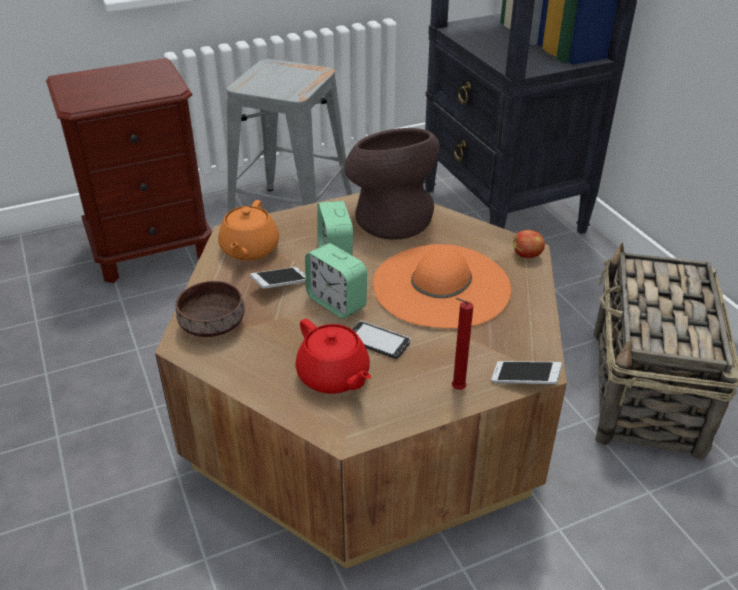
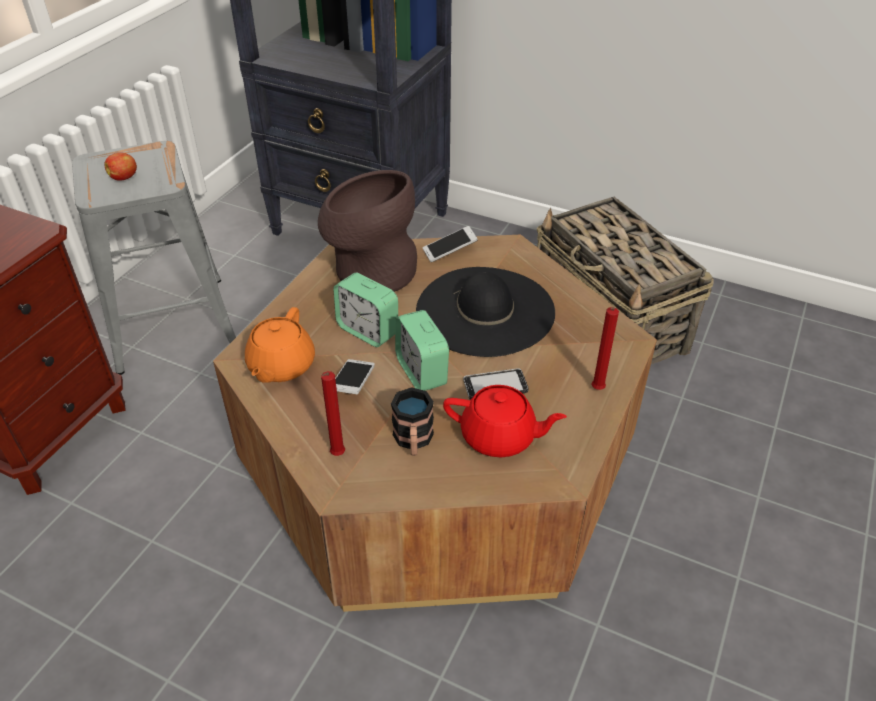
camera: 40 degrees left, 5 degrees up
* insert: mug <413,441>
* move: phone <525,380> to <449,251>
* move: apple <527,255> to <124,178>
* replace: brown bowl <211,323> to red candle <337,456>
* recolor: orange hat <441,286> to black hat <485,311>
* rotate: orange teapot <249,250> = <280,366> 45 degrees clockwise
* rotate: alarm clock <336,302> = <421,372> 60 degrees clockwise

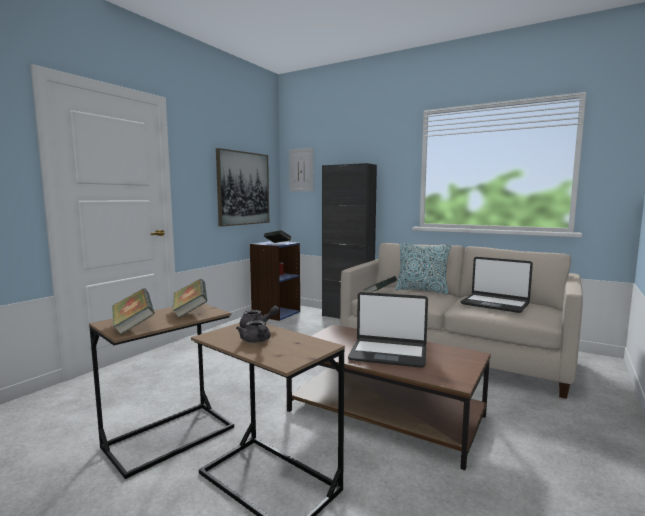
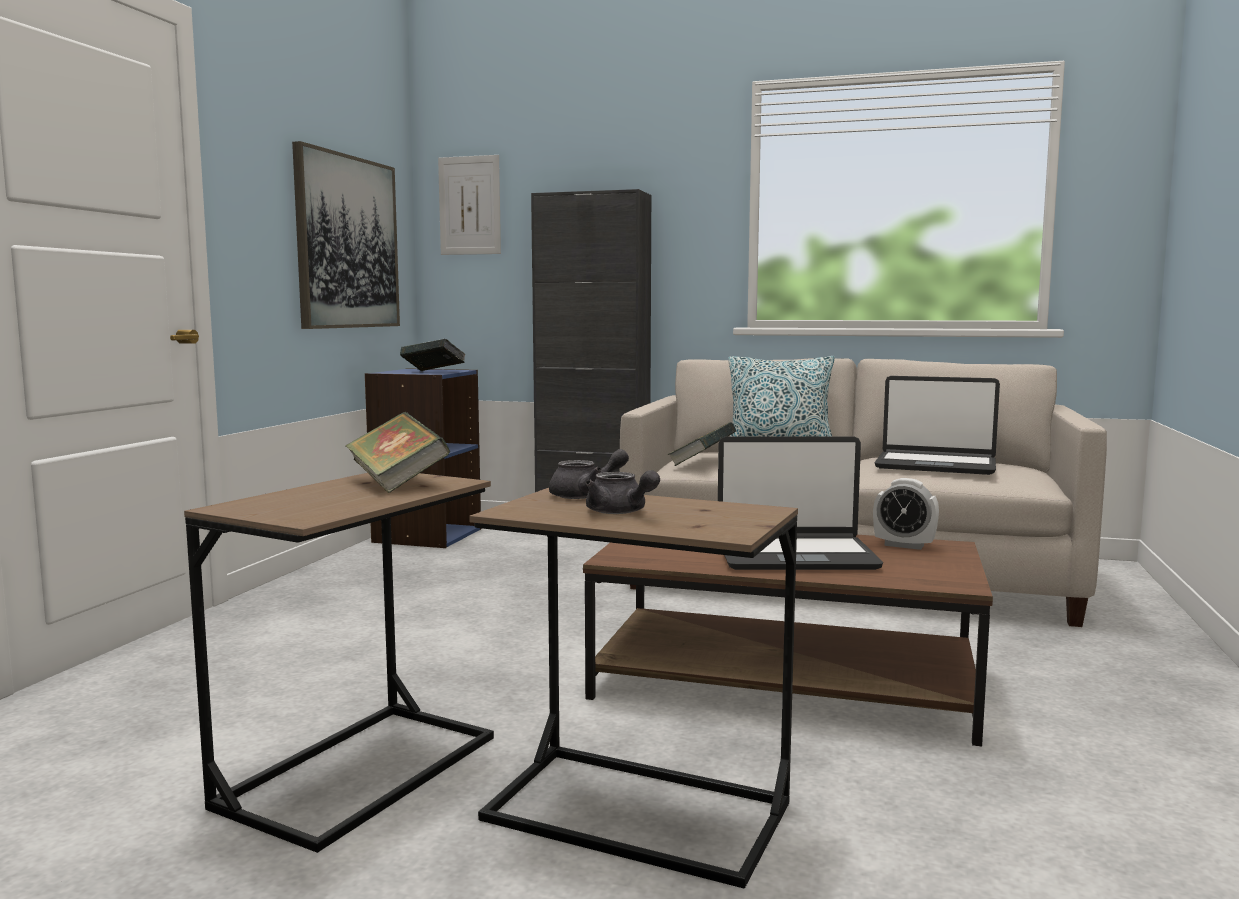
camera: 15 degrees left, 0 degrees up
* delete: book <133,326>
* insert: alarm clock <904,545>

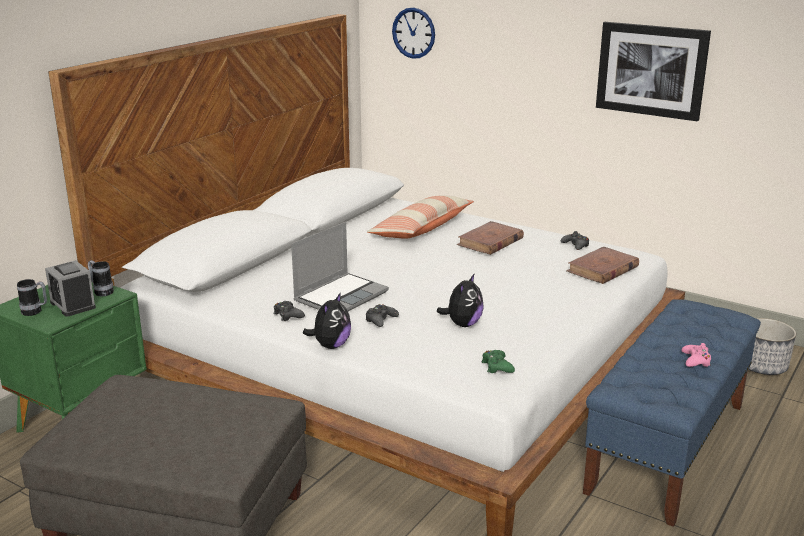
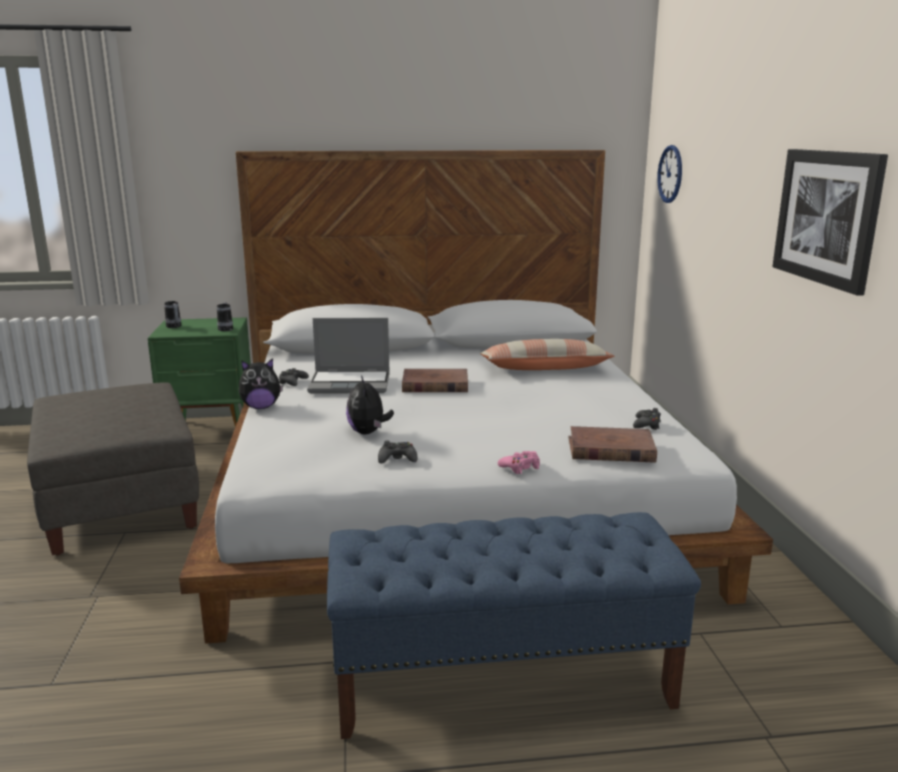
camera: 50 degrees right, 5 degrees down
* delete: alarm clock <73,305>
* delete: green game controller <497,366>
* delete: planter <763,366>
* move: black game controller <380,320> to <397,459>
* move: brown book <490,242> to <434,385>
* move: pink game controller <696,360> to <520,467>
* rotate: plush toy <463,324> = <368,432> 90 degrees clockwise

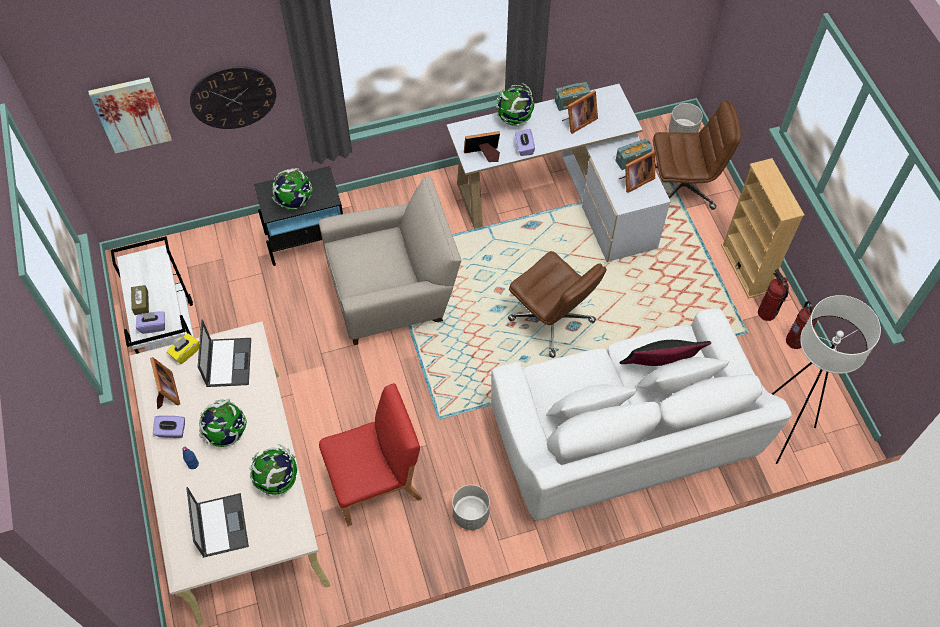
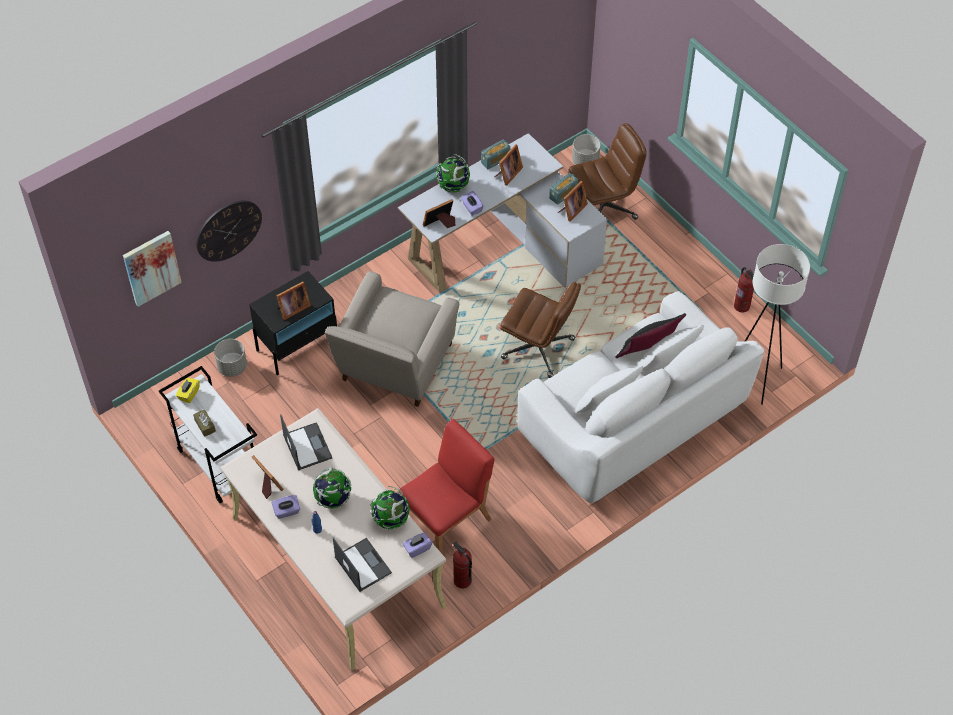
camera: 20 degrees left, 5 degrees down
* delete: beige bookcase <744,268>
* move: purple tissue box <153,326> to <417,548>
* move: yellow tissue box <185,352> to <188,394>
* move: grey planter <470,514> to <232,367>
* move: fire extinguisher <766,313> to <462,580>
* replace: globe <294,202> to picture frame <292,308>
* rotate: beige armchair <394,293> = <394,366> 150 degrees clockwise

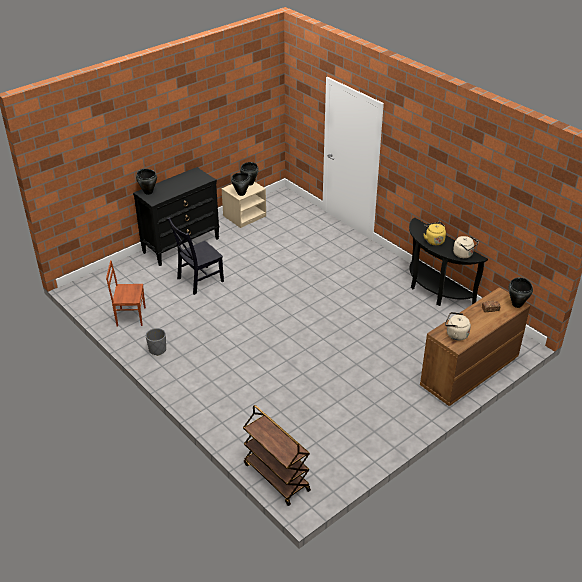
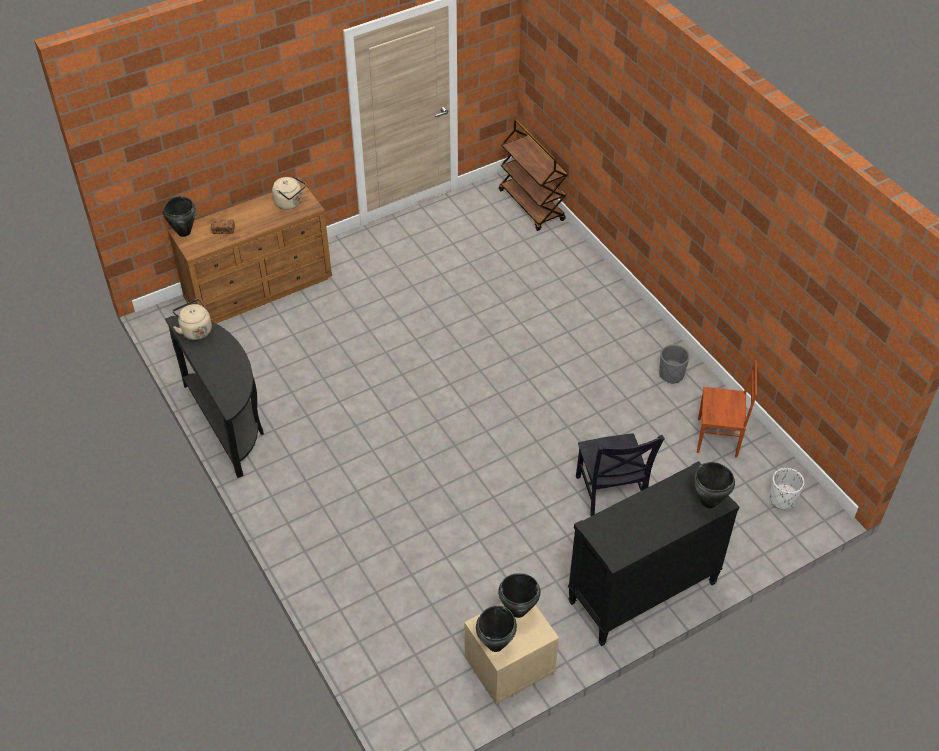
camera: 170 degrees left, 10 degrees up
* delete: yellow kettle <434,240>
* insert: white planter <782,499>
* rotate: black chair <198,280> = <610,498> 105 degrees clockwise

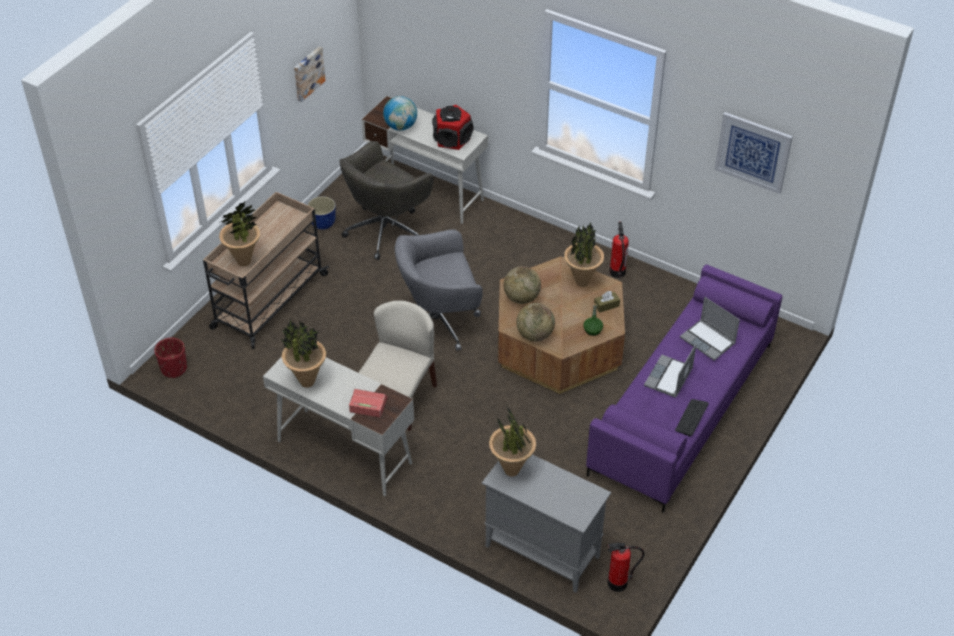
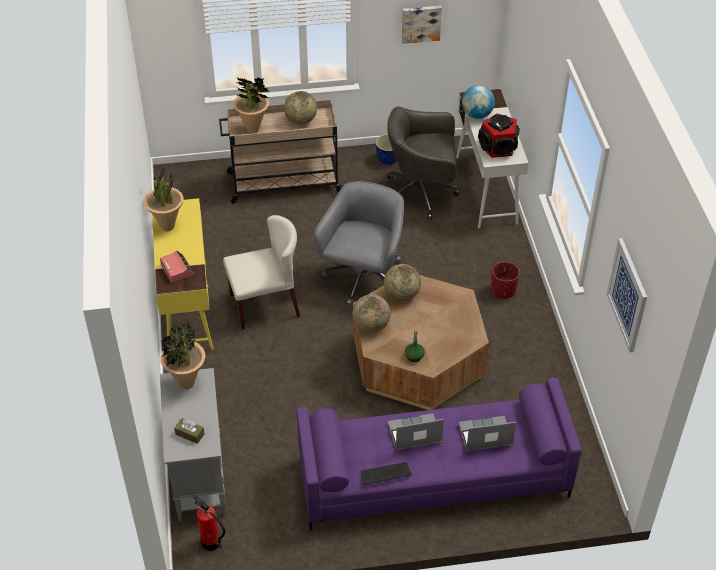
camera: 50 degrees right, 0 degrees up
* delete: potted plant <582,282>
* delete: fire extinguisher <617,272>
* insert: globe <301,120>
* move: red planter <174,369> to <503,291>
* move: brown tissue box <606,305> to <190,434>
* recolor: white desk <343,451> to yellow desk <187,307>
* rotate: grey office chair <439,322> = <363,279> 75 degrees clockwise
* rotate: laptop <708,341> = <485,436> 75 degrees clockwise

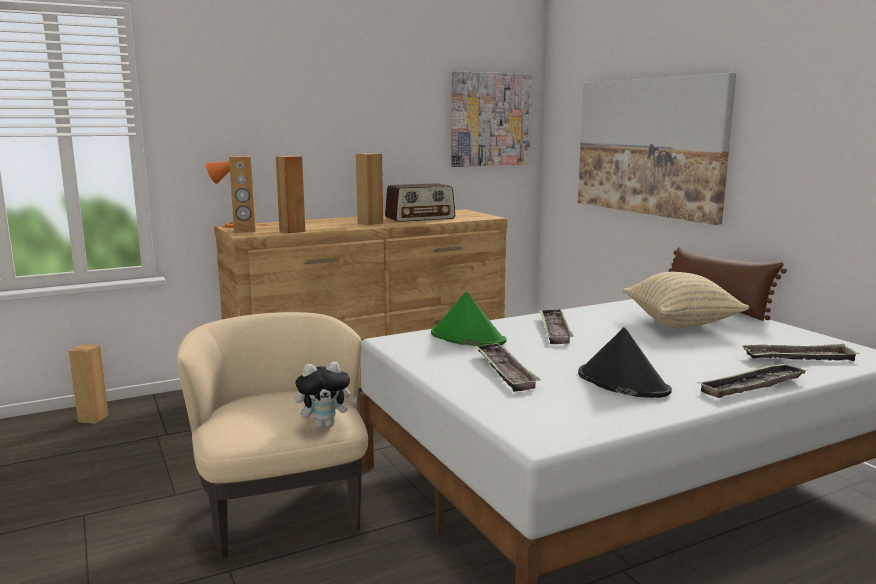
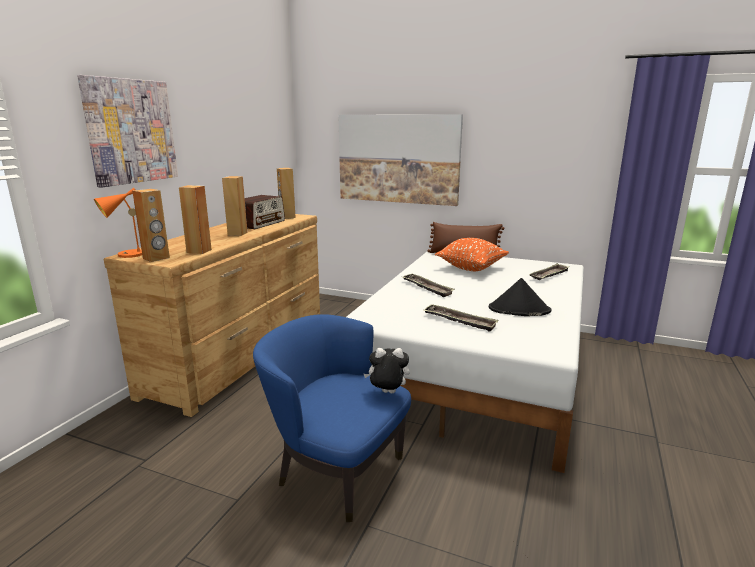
camera: 40 degrees left, 5 degrees up
* delete: green hat <467,337>
* delete: tray <752,386>
* move: brown speaker <93,418> to <287,217>
* move: picture <490,119> to <131,131>
* recolor: beige armchair <282,512> to blue armchair <336,471>
* recolor: beige pillow <680,323> to orange pillow <471,268>
* rotate: plush toy <325,425> = <387,393> 120 degrees counterclockwise

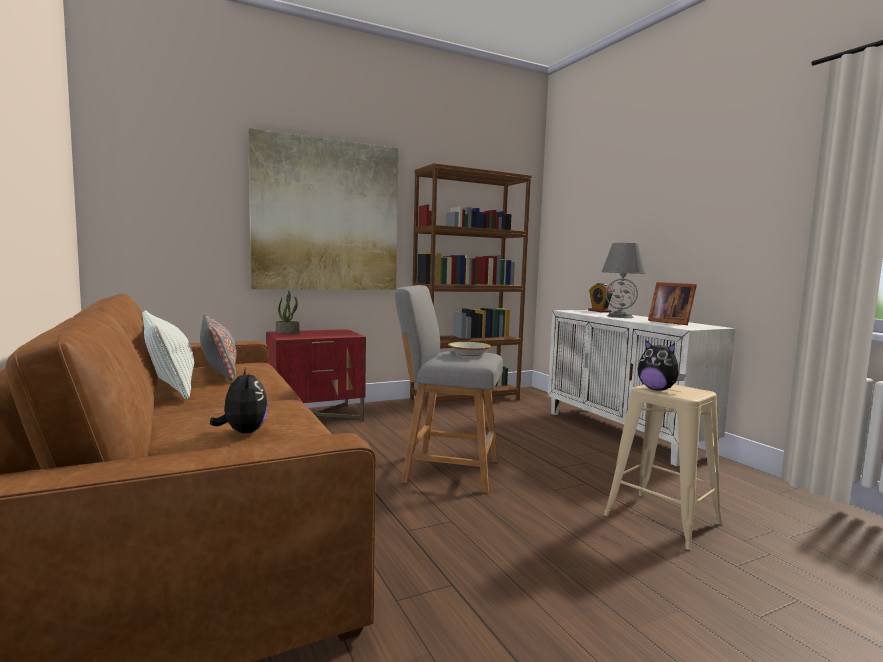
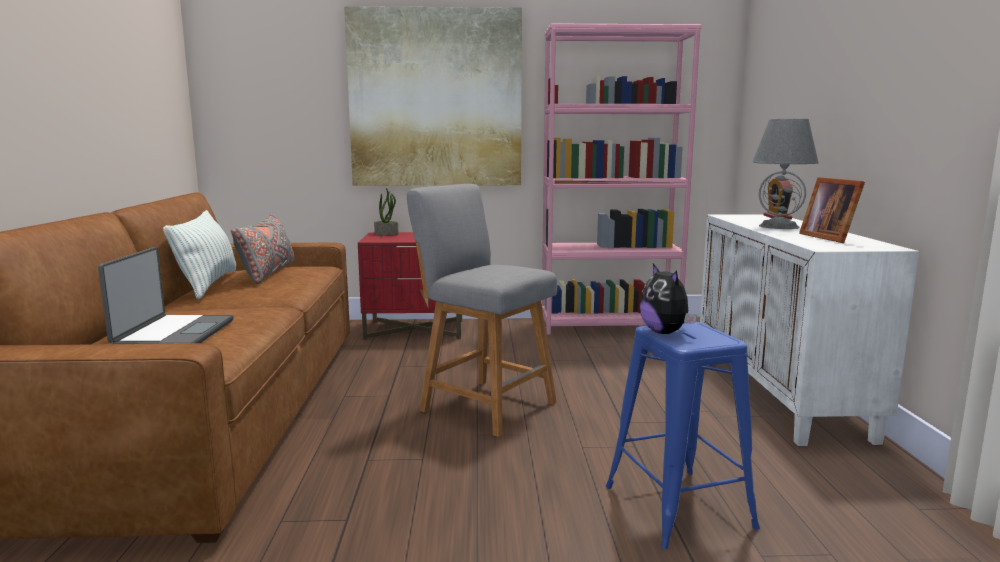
camera: 25 degrees right, 5 degrees up
* delete: bowl <468,354>
* replace: plush toy <243,432> to laptop <173,334>
* recolor: brown bookcase <465,399> to pink bookcase <609,326>
* recolor: beige stool <662,519> to blue stool <678,506>

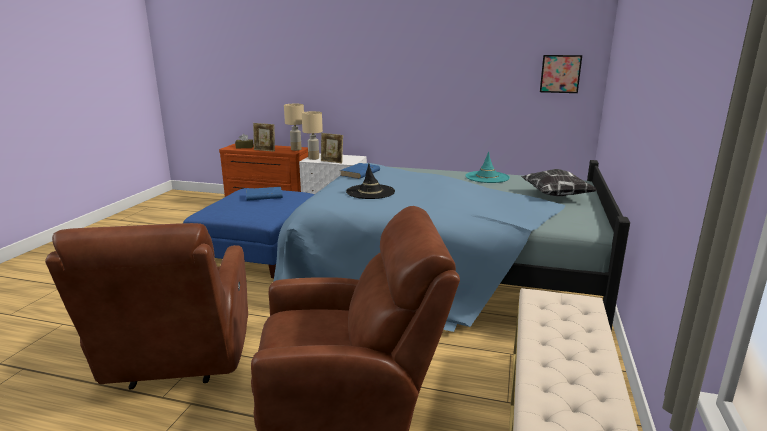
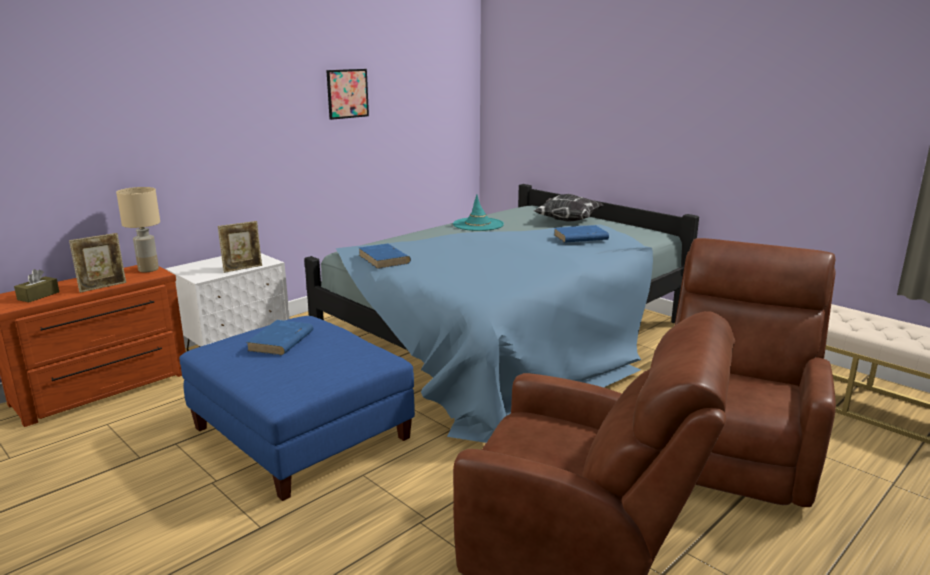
camera: 60 degrees left, 0 degrees up
* delete: beige table lamp <313,158>
* delete: black hat <370,192>
* insert: blue book <580,237>
* move: picture <560,74> to <347,93>

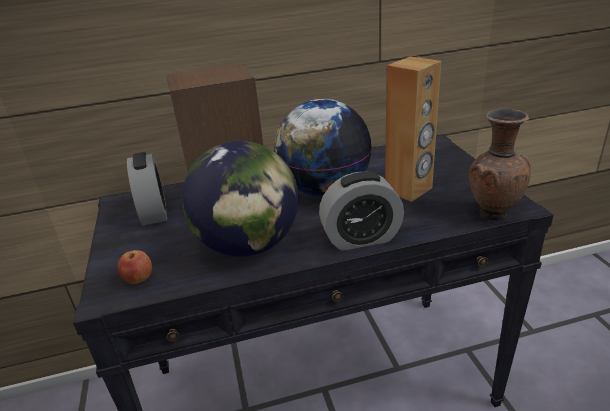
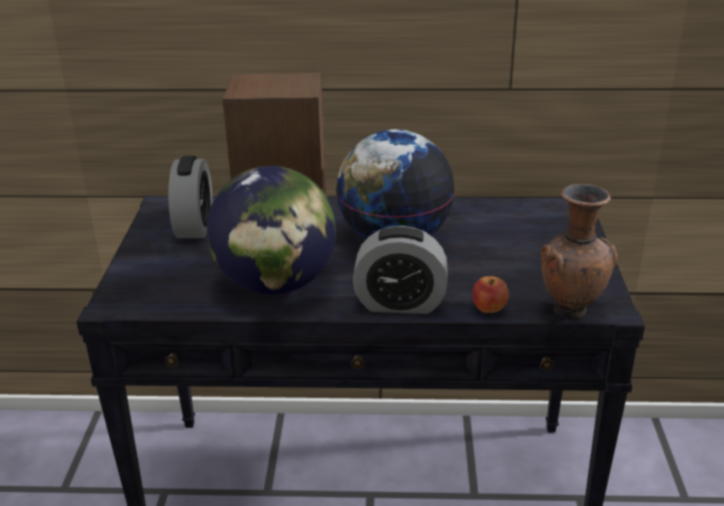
camera: 15 degrees right, 0 degrees up
* delete: brown speaker <409,189>
* move: apple <138,279> to <489,309>

